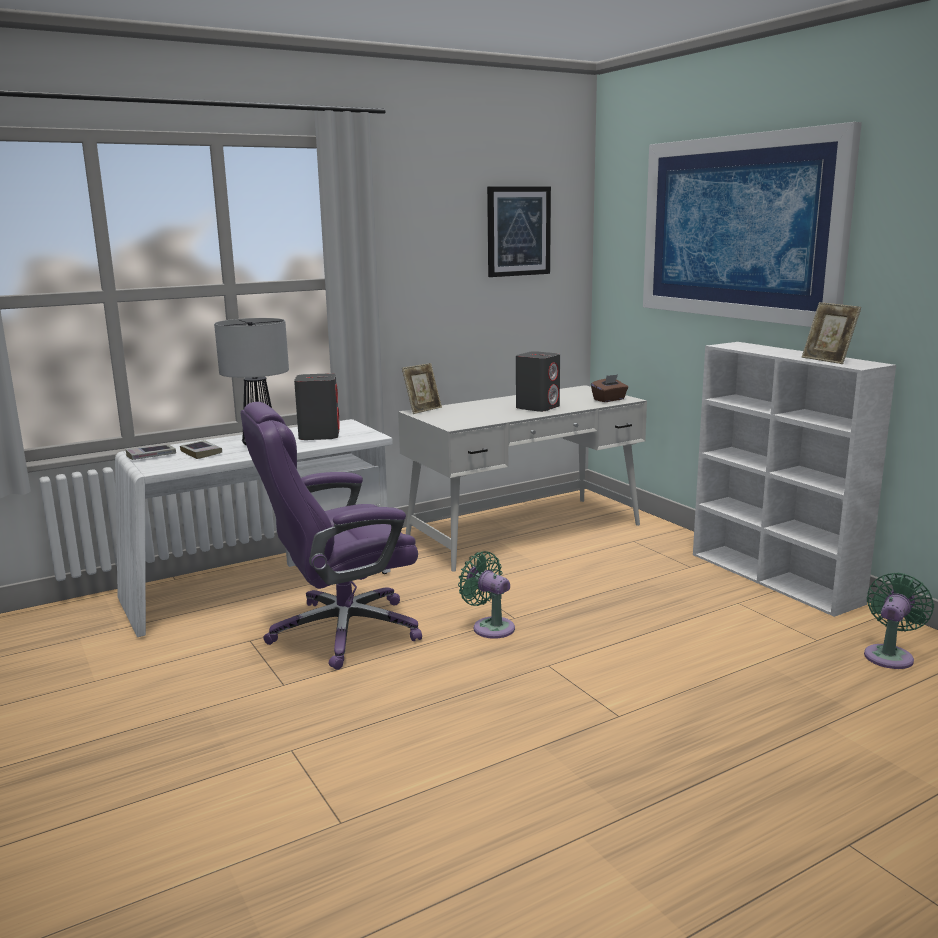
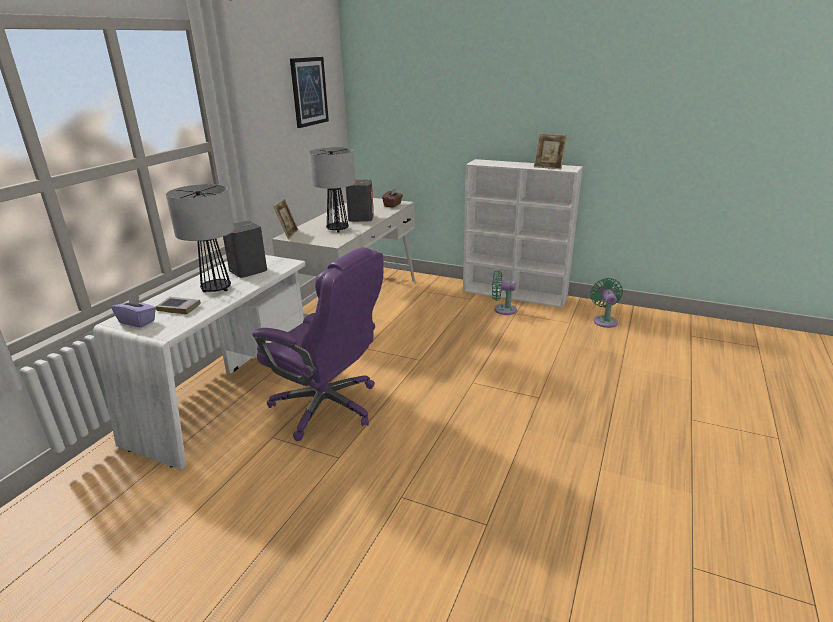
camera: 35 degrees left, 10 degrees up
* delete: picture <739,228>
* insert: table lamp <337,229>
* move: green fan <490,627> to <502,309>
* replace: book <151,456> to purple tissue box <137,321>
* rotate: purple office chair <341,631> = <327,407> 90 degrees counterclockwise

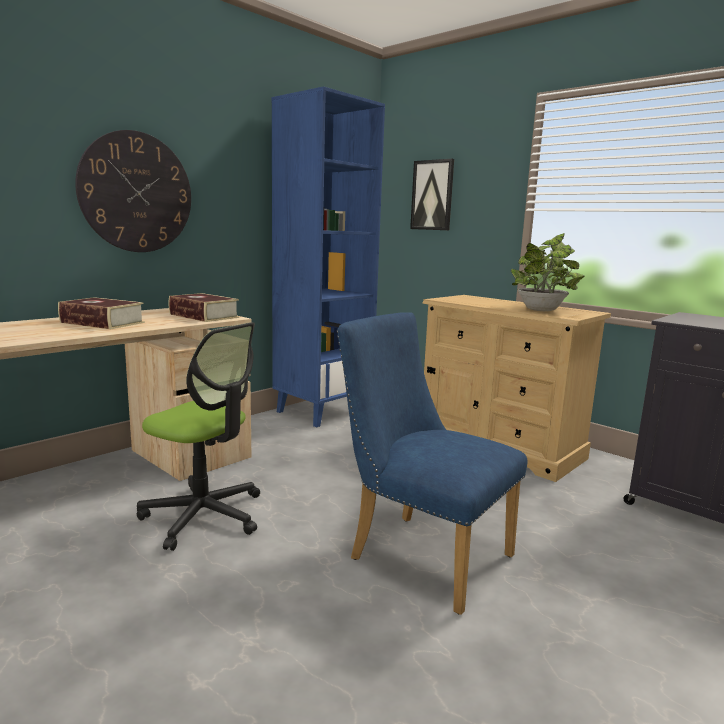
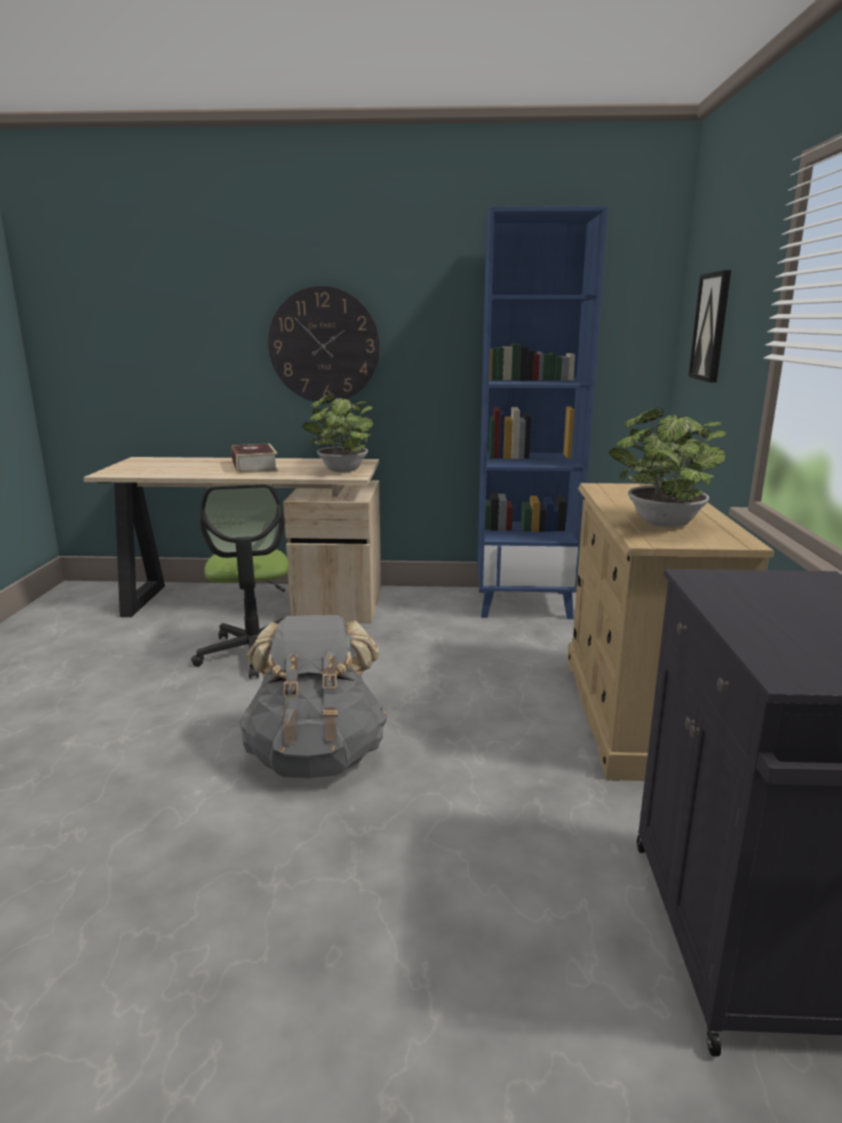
camera: 50 degrees right, 5 degrees up
* replace: book <203,316> to potted plant <341,471>
* replace: blue chair <420,554> to grey backpack <316,756>

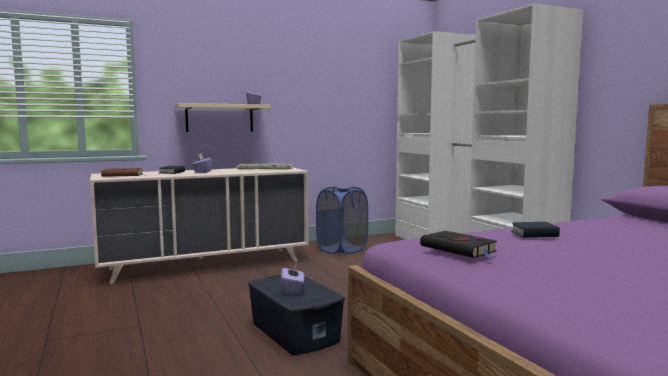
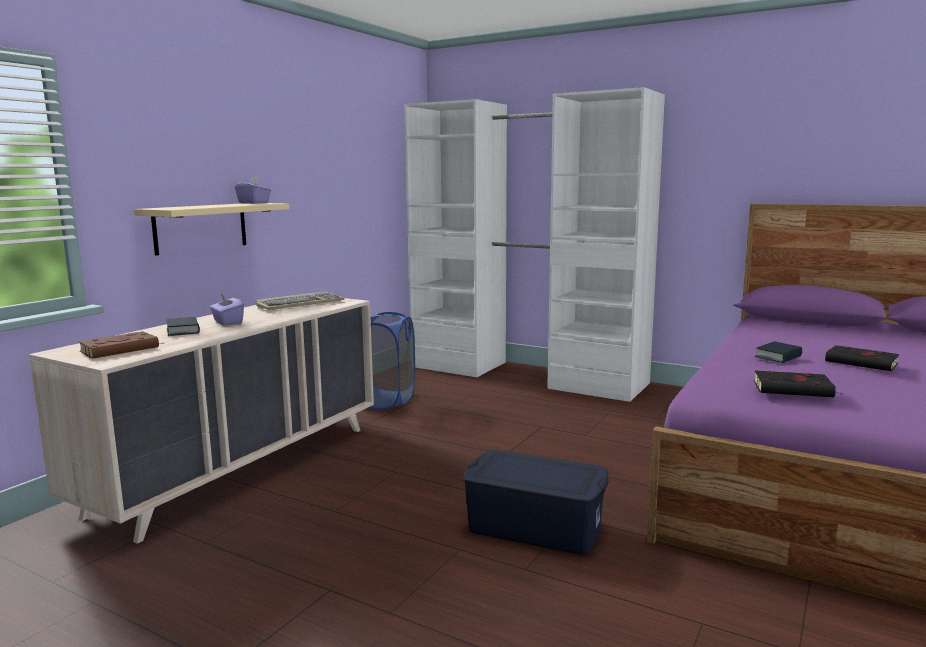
camera: 35 degrees left, 5 degrees up
* delete: purple tissue box <292,290>
* insert: black book <863,363>

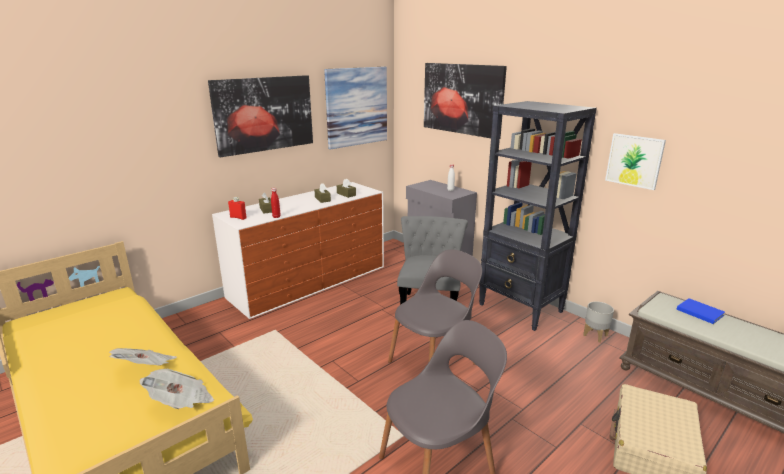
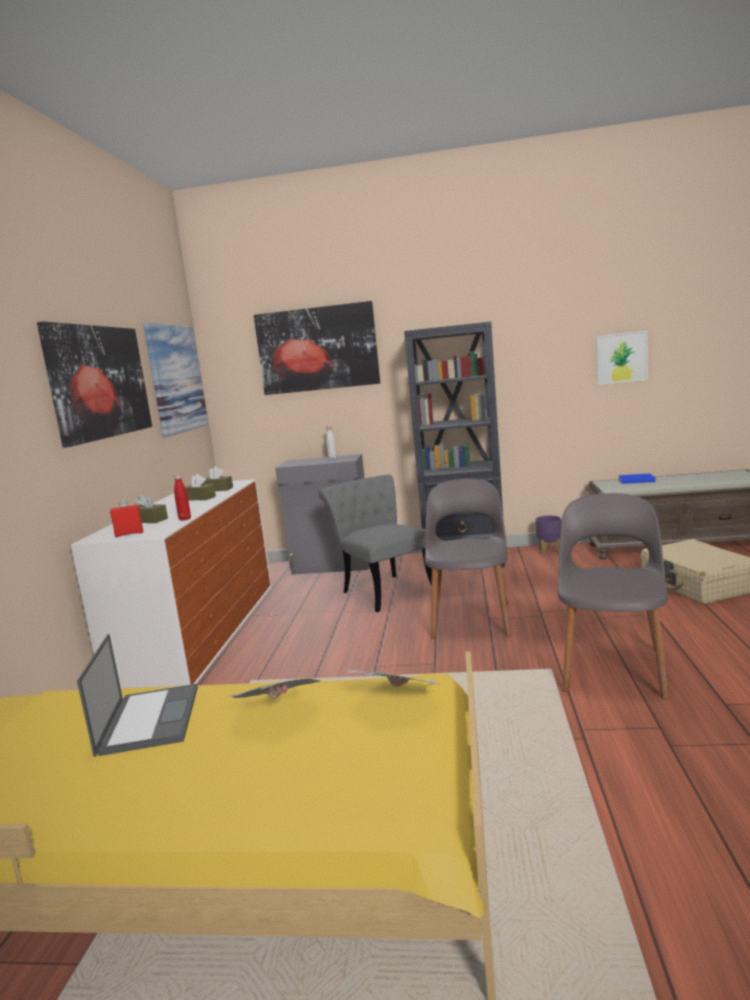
camera: 40 degrees left, 10 degrees down
* insert: laptop <149,719>
* move: picture <634,161> to <621,357>
* recolor: grey planter <595,335> to purple planter <550,551>

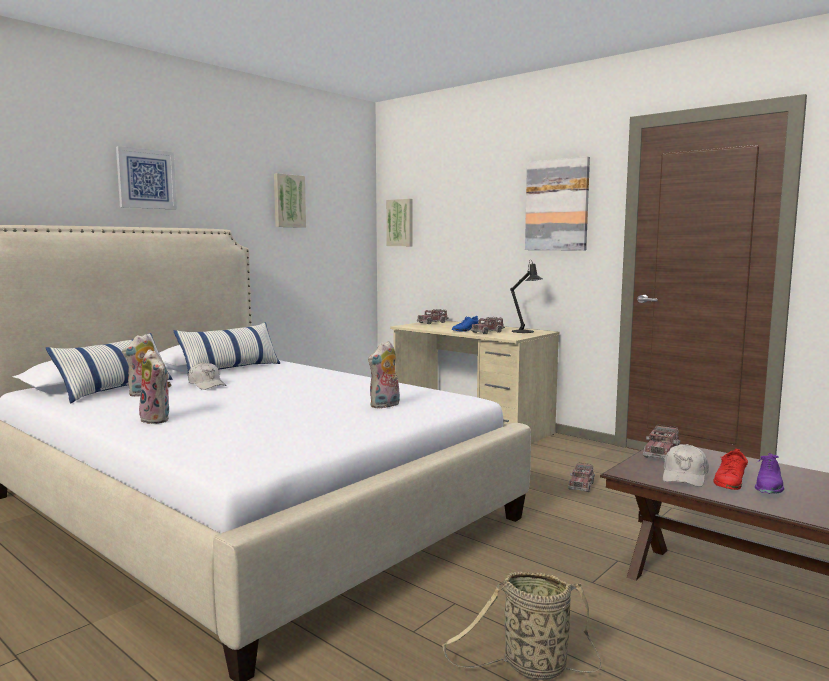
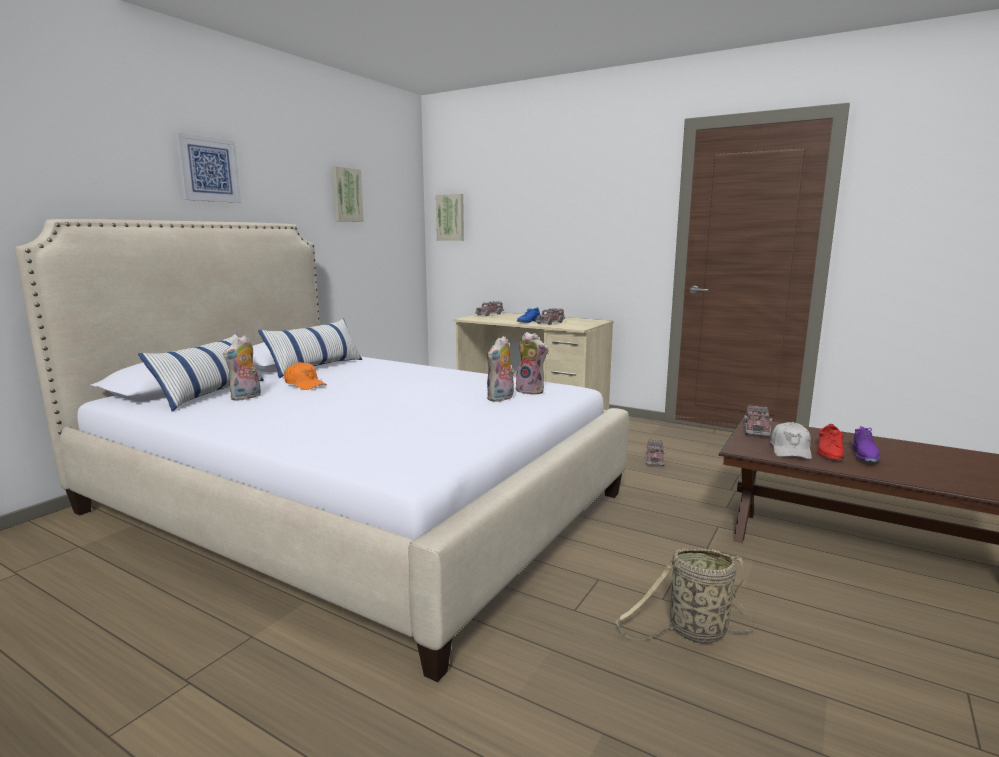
camera: 10 degrees left, 5 degrees up
* delete: black table lamp <525,332>
* delete: picture <557,205>
* move: plush toy <158,419> to <531,391>
* recolor: white cap <207,385> to orange cap <305,385>

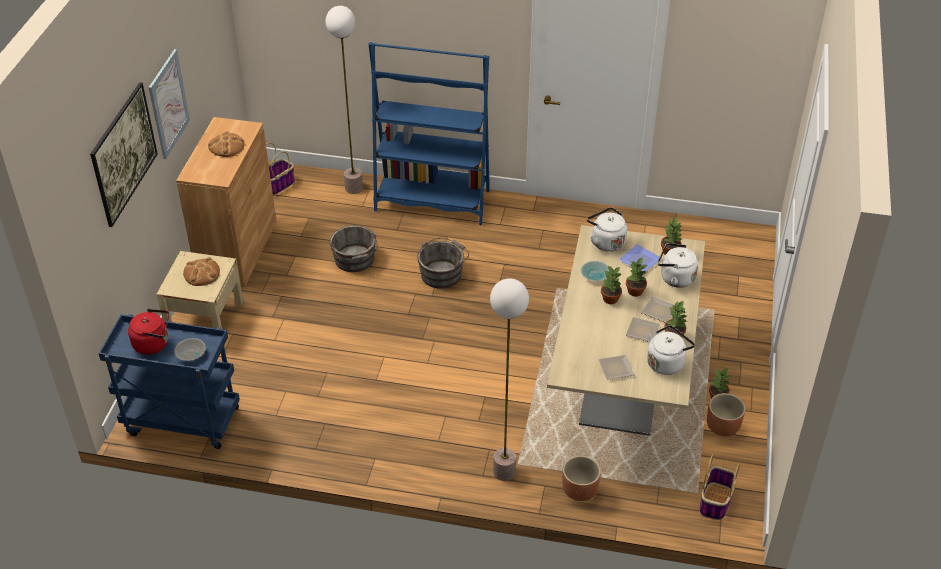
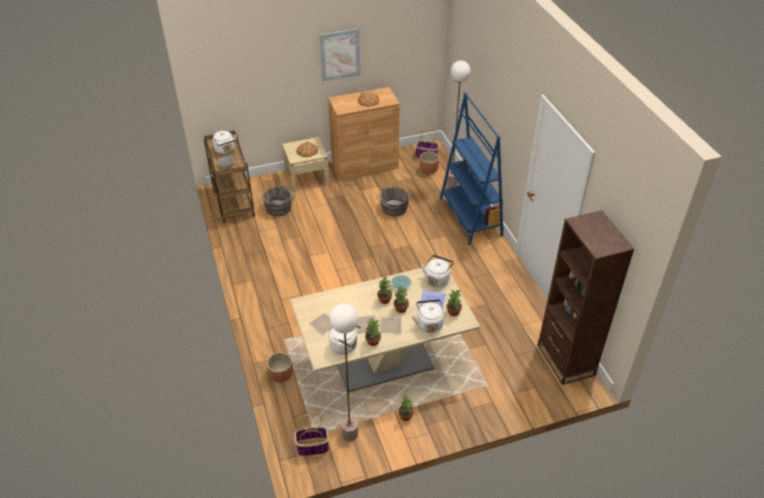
camera: 60 degrees right, 0 degrees up
* delete: picture <128,171>
* insert: brown bookcase <565,360>
* move: grey bucket <443,273> to <280,208>
* move: floor lamp <504,472> to <350,434>
* move: brown planter <722,427> to <428,170>
* recolor: blue cart <180,421> to brown cart <233,202>
* recolor: red kettle <154,344> to white kettle <225,150>

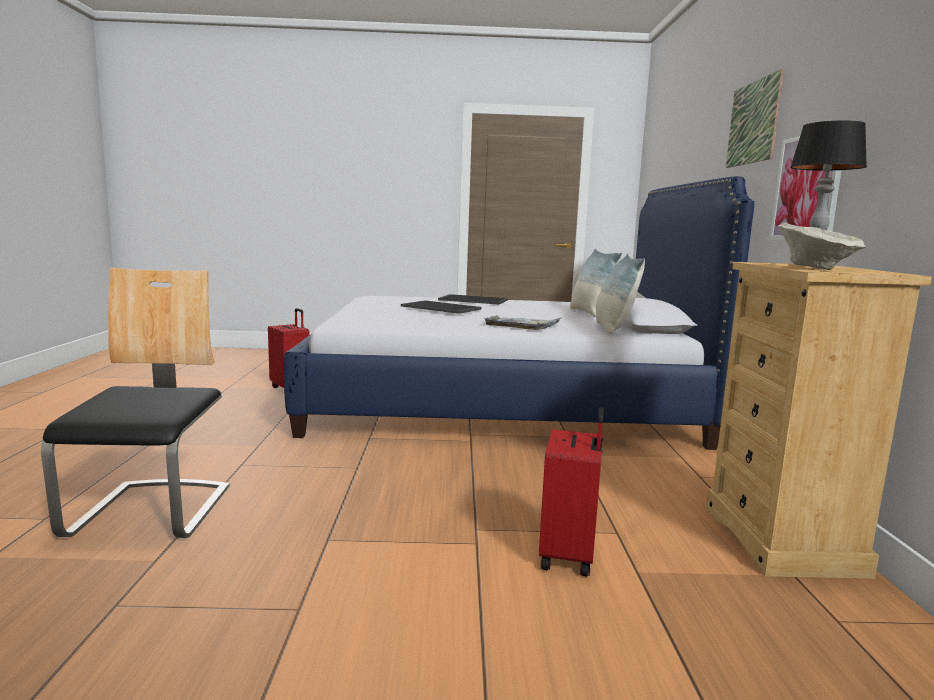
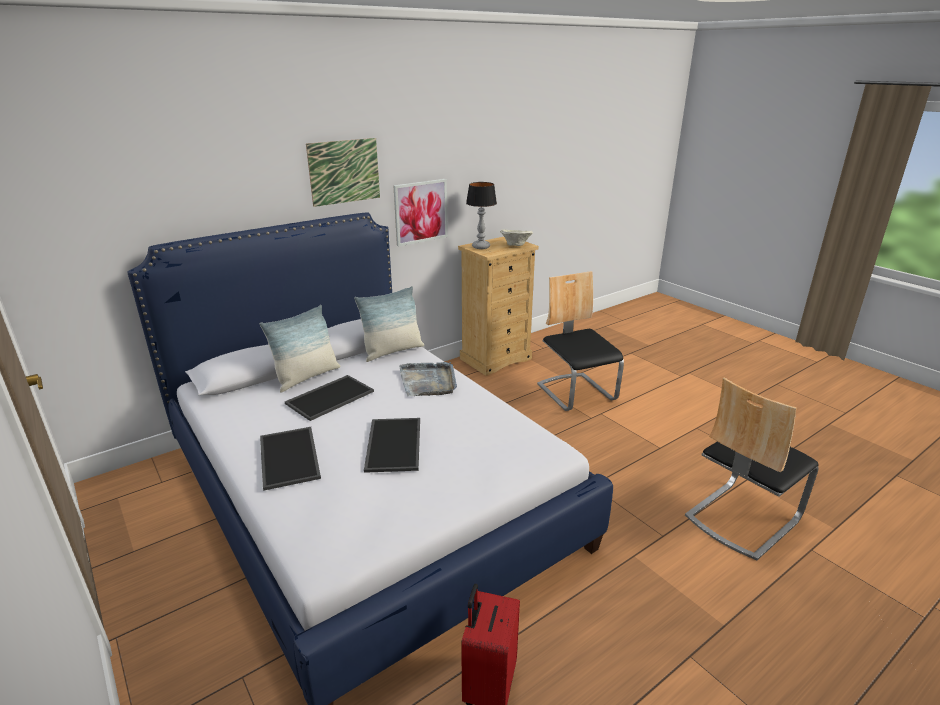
camera: 125 degrees left, 15 degrees up
* insert: tray <330,396>
* replace: red suitcase <569,556> to chair <576,392>

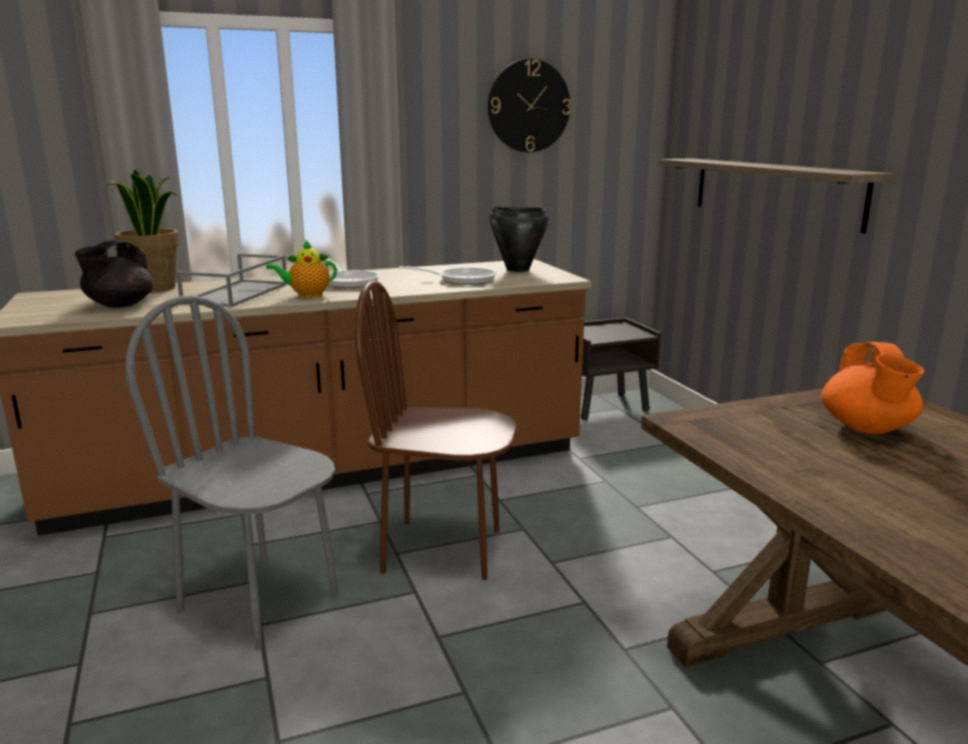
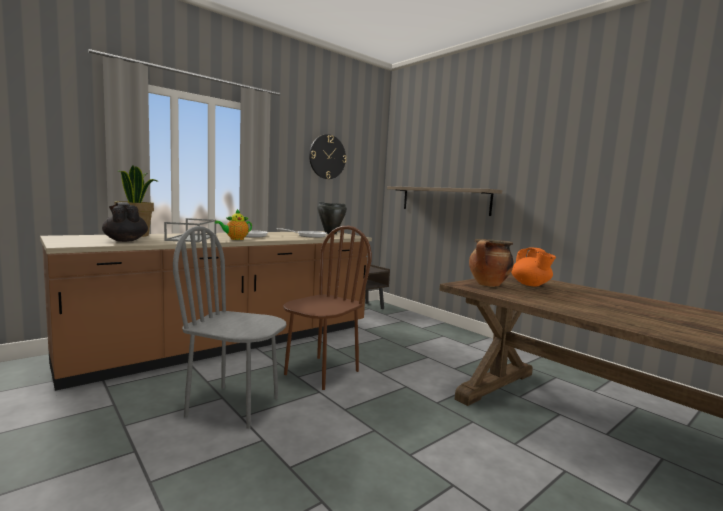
camera: 20 degrees left, 10 degrees down
* insert: cooking pot <488,285>
* rotate: black teapot <119,305> = <125,240> 135 degrees clockwise
* rotate: brown chair <442,549> = <321,372> 135 degrees clockwise

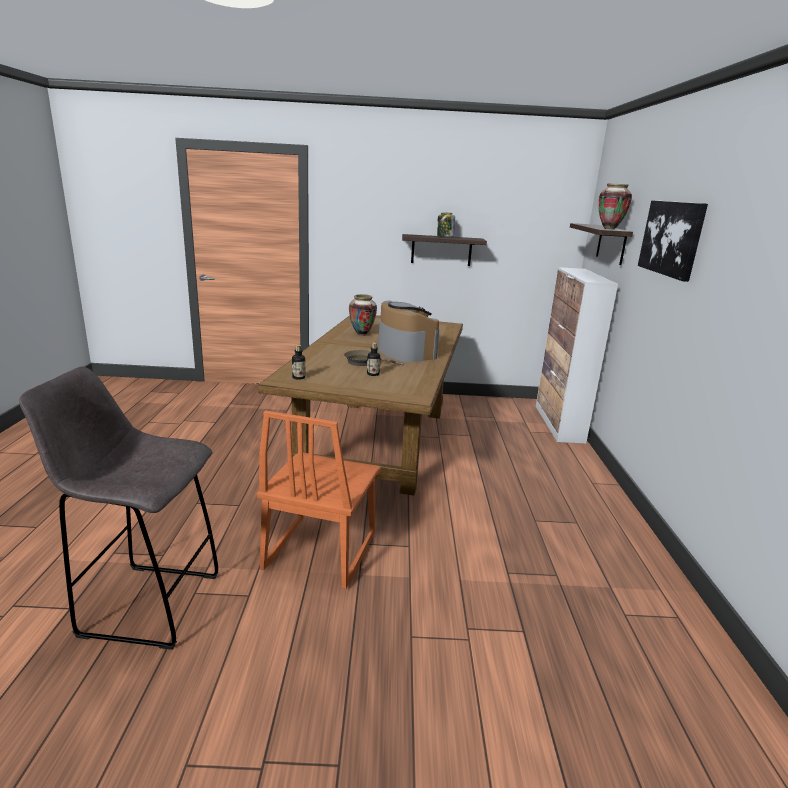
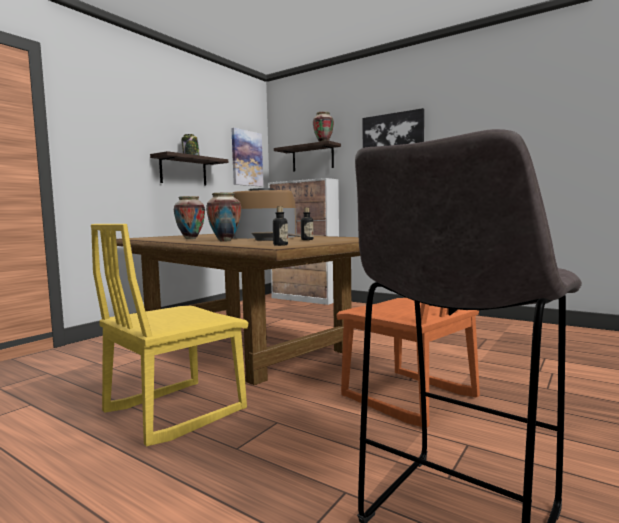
camera: 55 degrees left, 15 degrees down
* insert: yellow chair <174,411>
* insert: vase <225,241>
* insert: picture <246,158>

